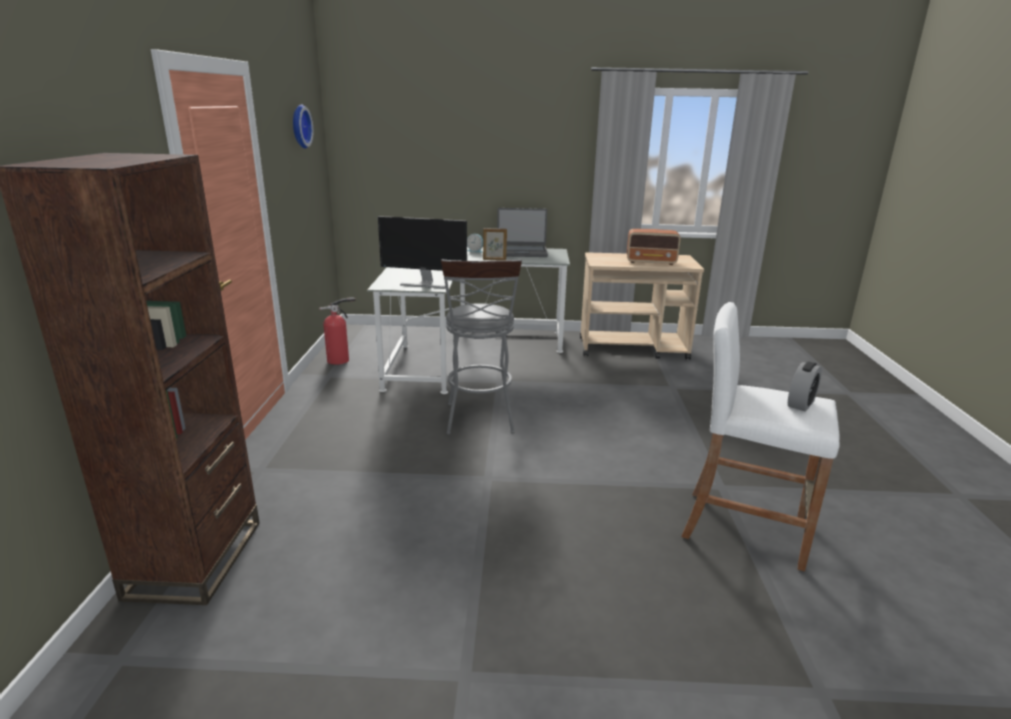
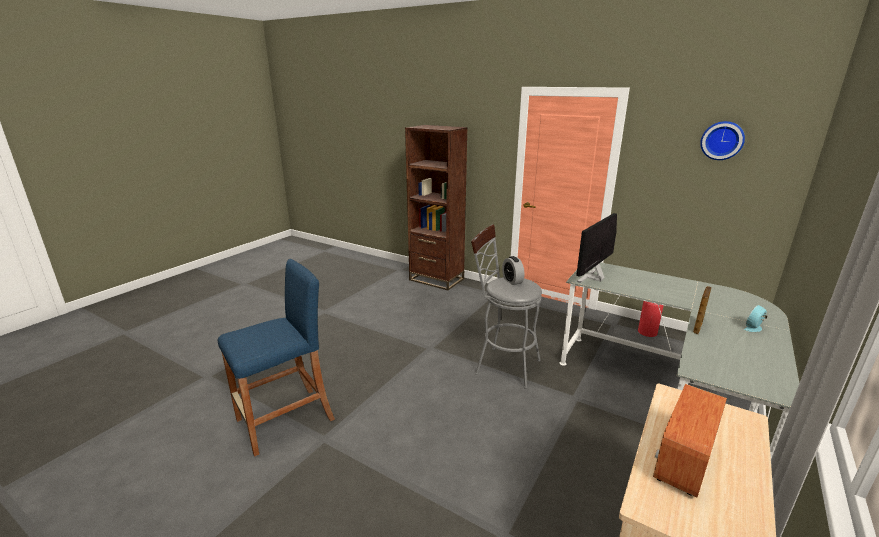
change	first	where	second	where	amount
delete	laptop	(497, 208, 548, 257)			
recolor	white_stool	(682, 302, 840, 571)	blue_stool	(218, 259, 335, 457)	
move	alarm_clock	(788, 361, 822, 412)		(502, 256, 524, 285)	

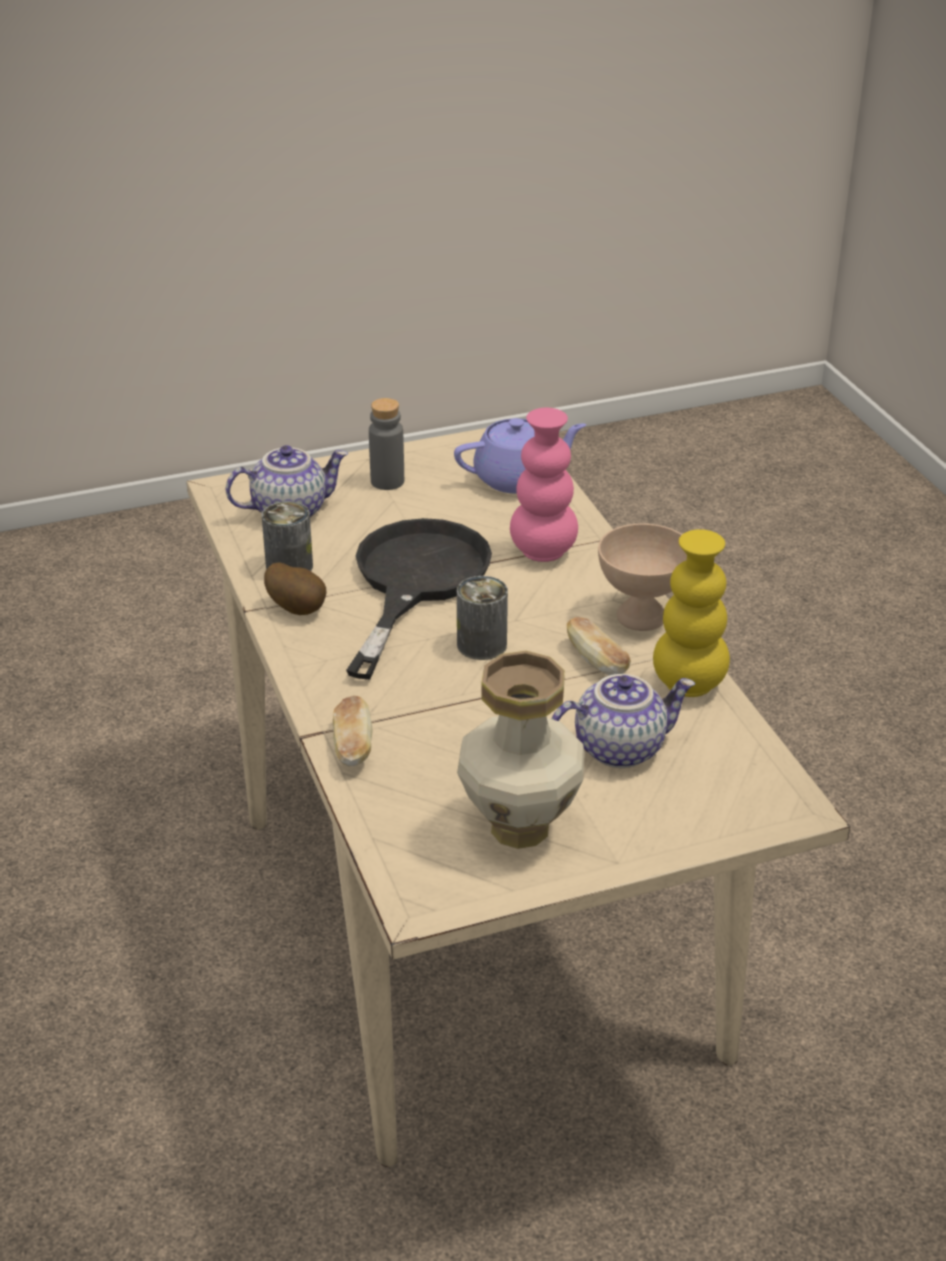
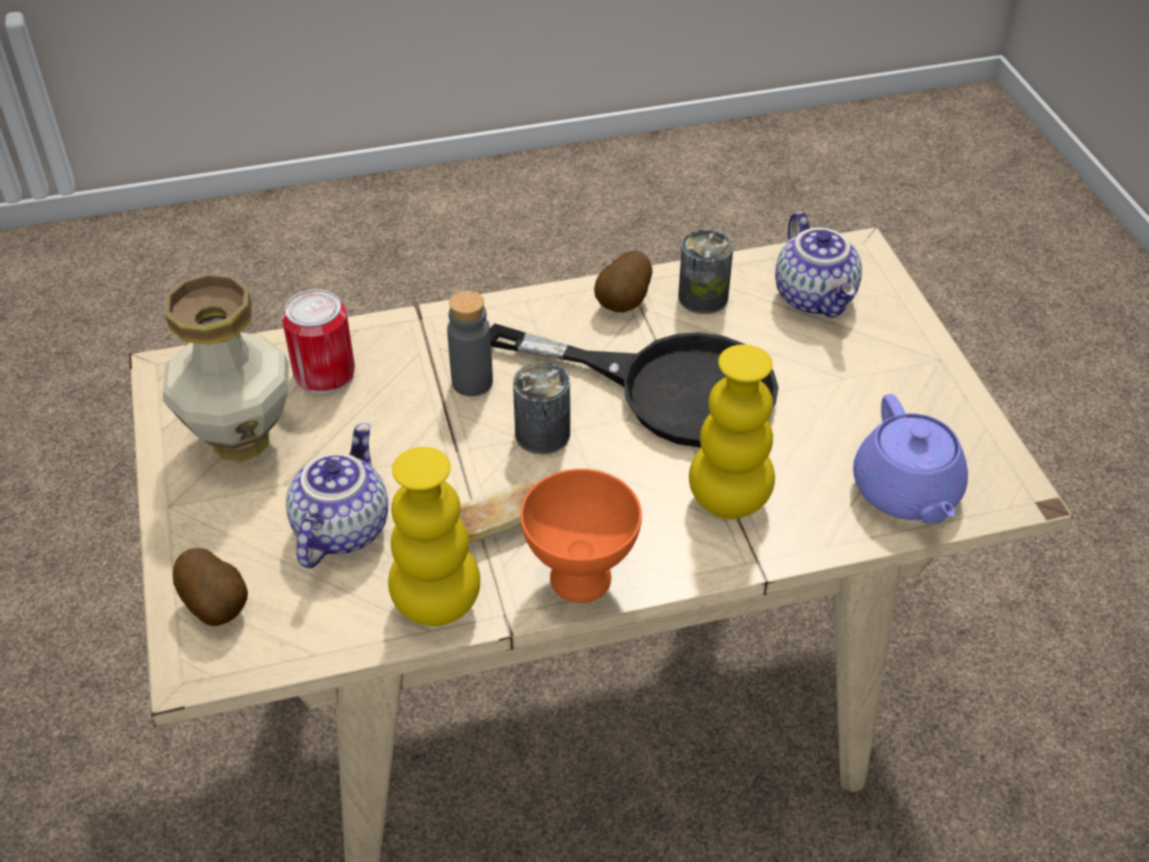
change	first	where	second	where	amount
move	grey_bottle	(369, 398, 404, 490)		(447, 291, 493, 396)	
recolor	pink_vase	(510, 408, 578, 562)	yellow_vase	(689, 345, 775, 519)	
recolor	beige_bowl	(598, 523, 687, 631)	orange_bowl	(520, 469, 642, 603)	
rotate	teapot	(551, 674, 695, 768)		(286, 423, 388, 568)	150 degrees counterclockwise
delete	bread	(333, 696, 372, 766)			
insert			can	(282, 289, 355, 394)	
insert			potato	(173, 548, 248, 626)	

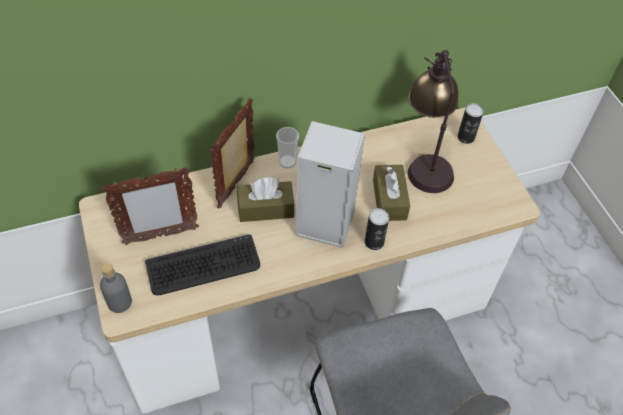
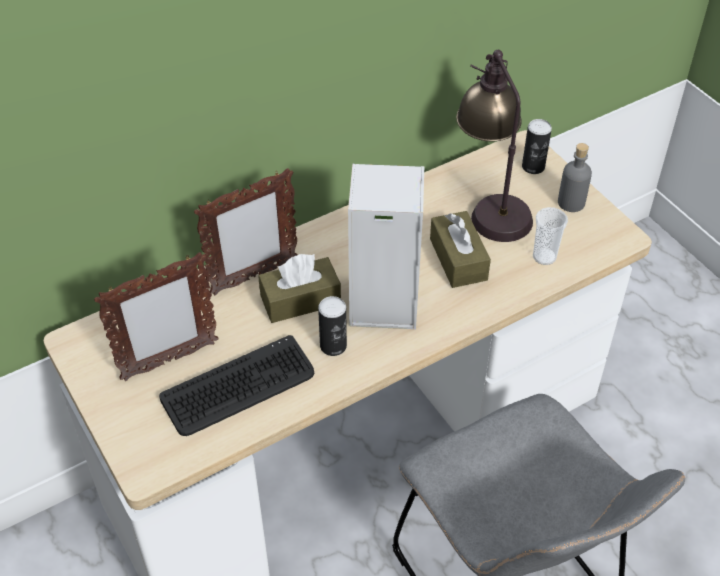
change	first	where	second	where	amount
rotate	picture_frame	(210, 99, 255, 208)		(194, 168, 298, 295)	135 degrees counterclockwise
move	cup	(276, 127, 300, 168)		(533, 207, 568, 265)	
move	can	(365, 208, 389, 250)		(318, 296, 347, 356)	
move	grey_bottle	(100, 263, 132, 313)		(558, 143, 592, 212)	

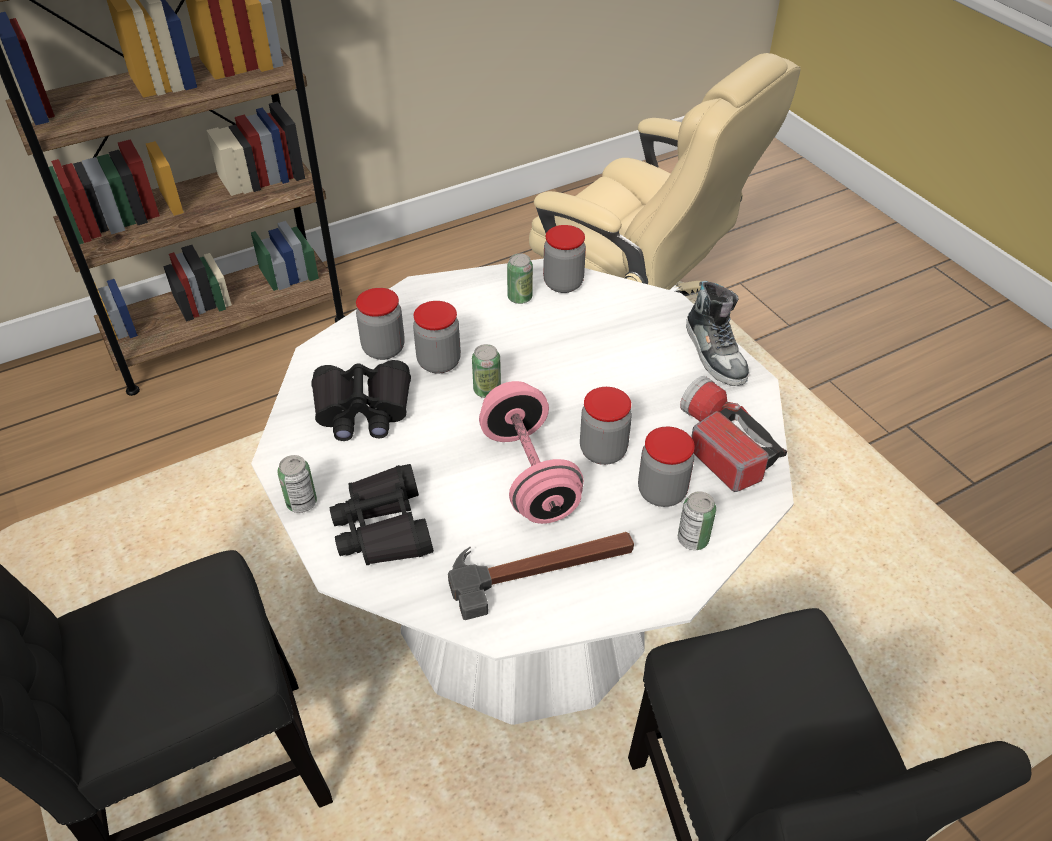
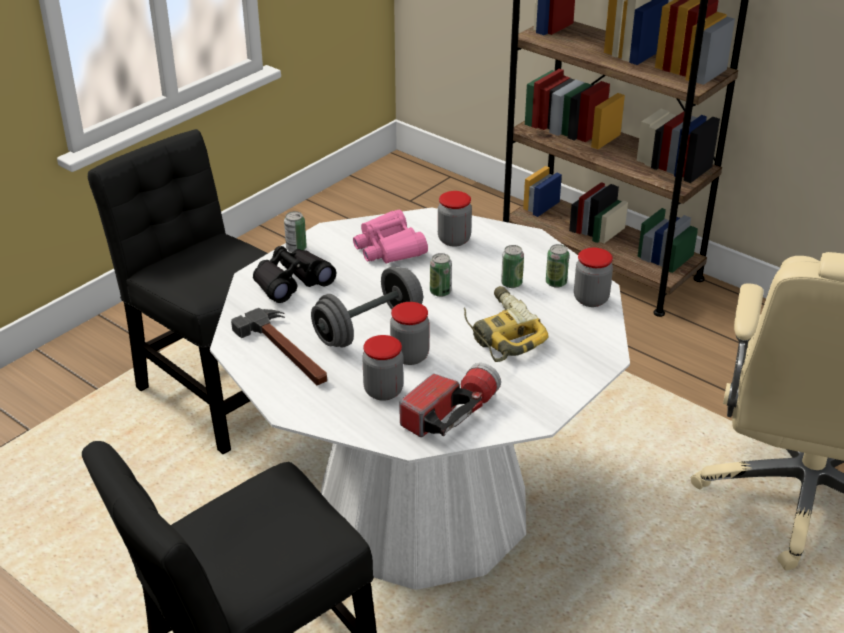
change	first	where	second	where	amount
delete	shoe	(686, 281, 749, 386)			
delete	jar	(413, 301, 461, 374)			
recolor	black_binoculars	(312, 360, 411, 441)	pink_binoculars	(353, 210, 428, 264)	
recolor	pink_dumbbell	(479, 381, 584, 524)	grey_dumbbell	(311, 267, 423, 347)	
move	can	(678, 491, 716, 550)		(501, 245, 524, 288)	
insert			power_drill	(464, 286, 549, 362)	

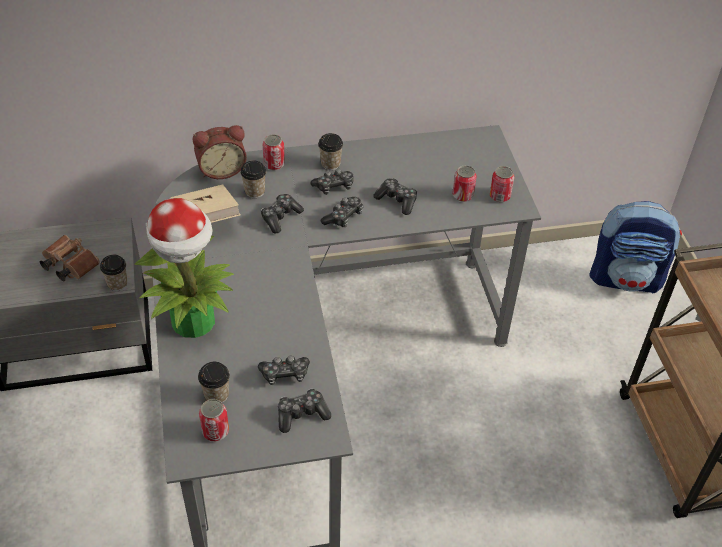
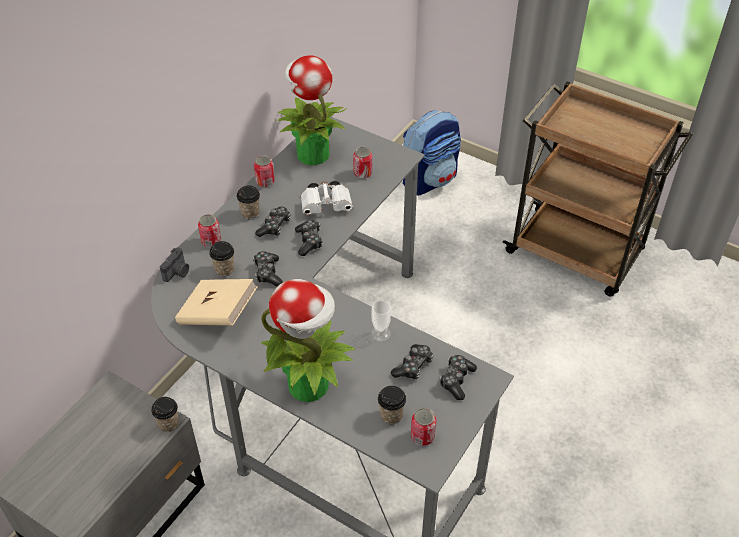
change	first	where	second	where	amount
replace	alarm_clock	(193, 125, 247, 179)	photo_camera	(160, 247, 189, 282)	
move	can	(490, 166, 514, 202)		(254, 155, 275, 187)	
replace	game_controller	(374, 178, 417, 215)	white_binoculars	(301, 181, 353, 215)	
delete	brown_binoculars	(40, 235, 100, 282)			
insert			potted_plant	(277, 55, 347, 165)	
insert			cup	(371, 300, 391, 342)	

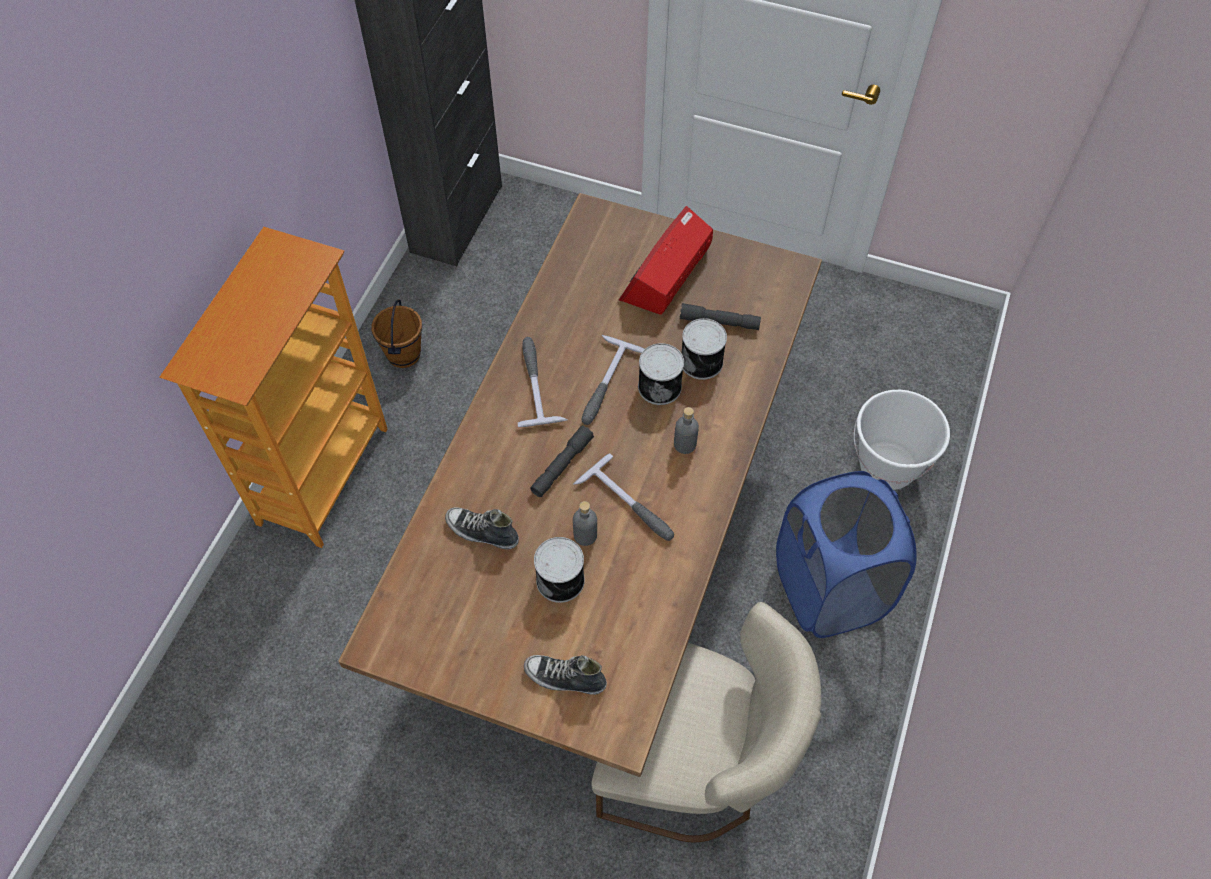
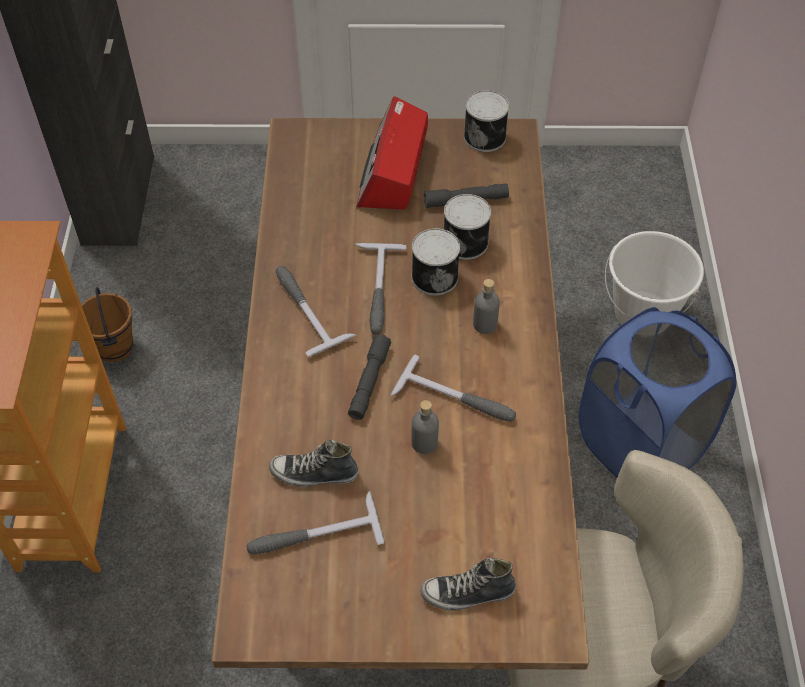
change	first	where	second	where	amount
move	can	(534, 537, 585, 603)		(464, 90, 509, 152)	
insert			hammer	(247, 490, 384, 554)	

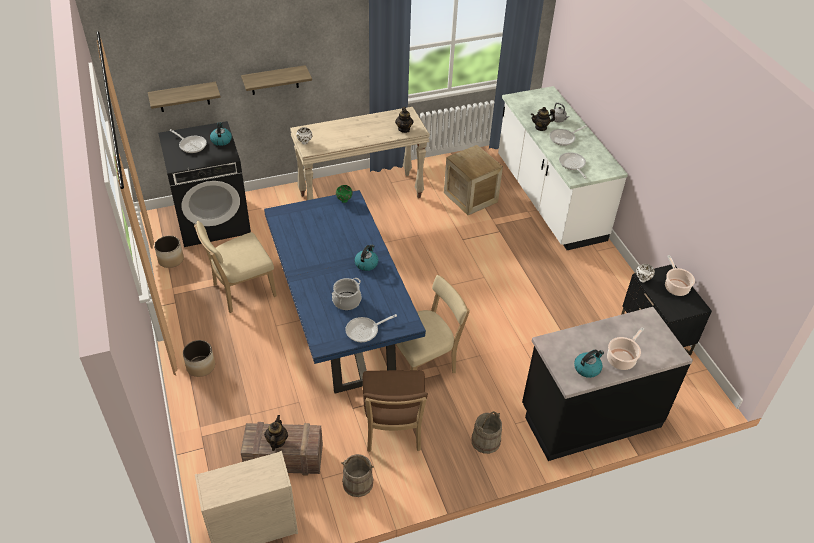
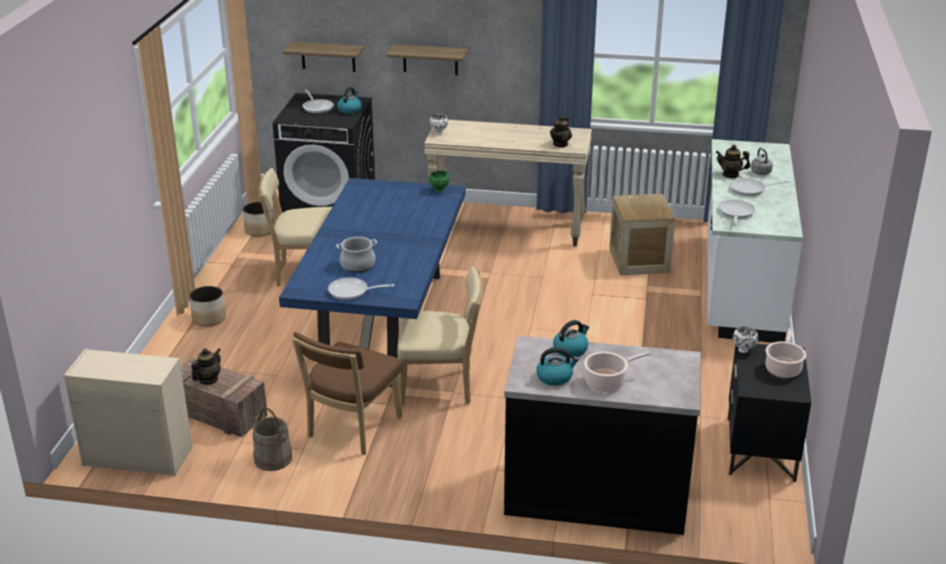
change	first	where	second	where	amount
move	kettle	(354, 245, 378, 271)		(553, 320, 589, 357)	
delete	beige_bucket	(471, 411, 502, 454)			

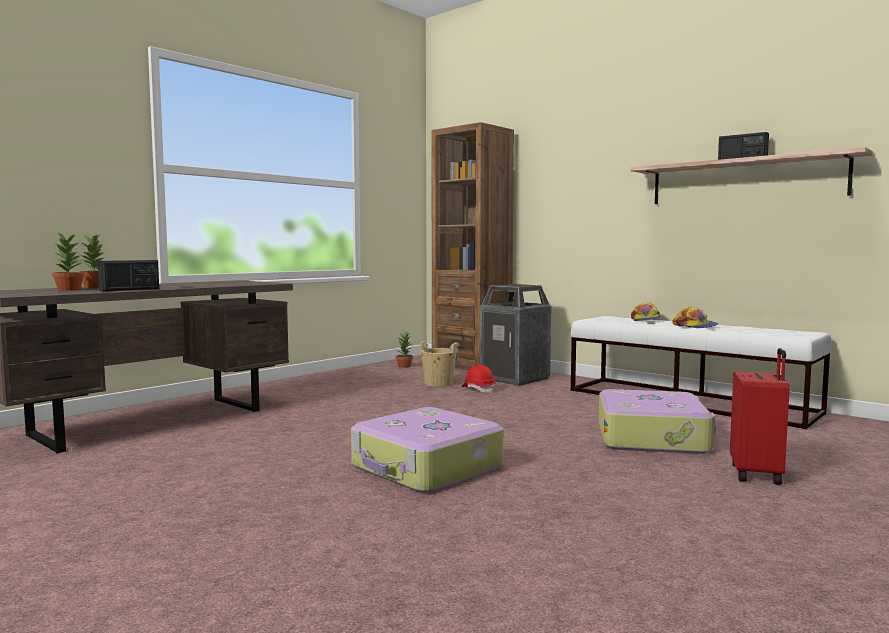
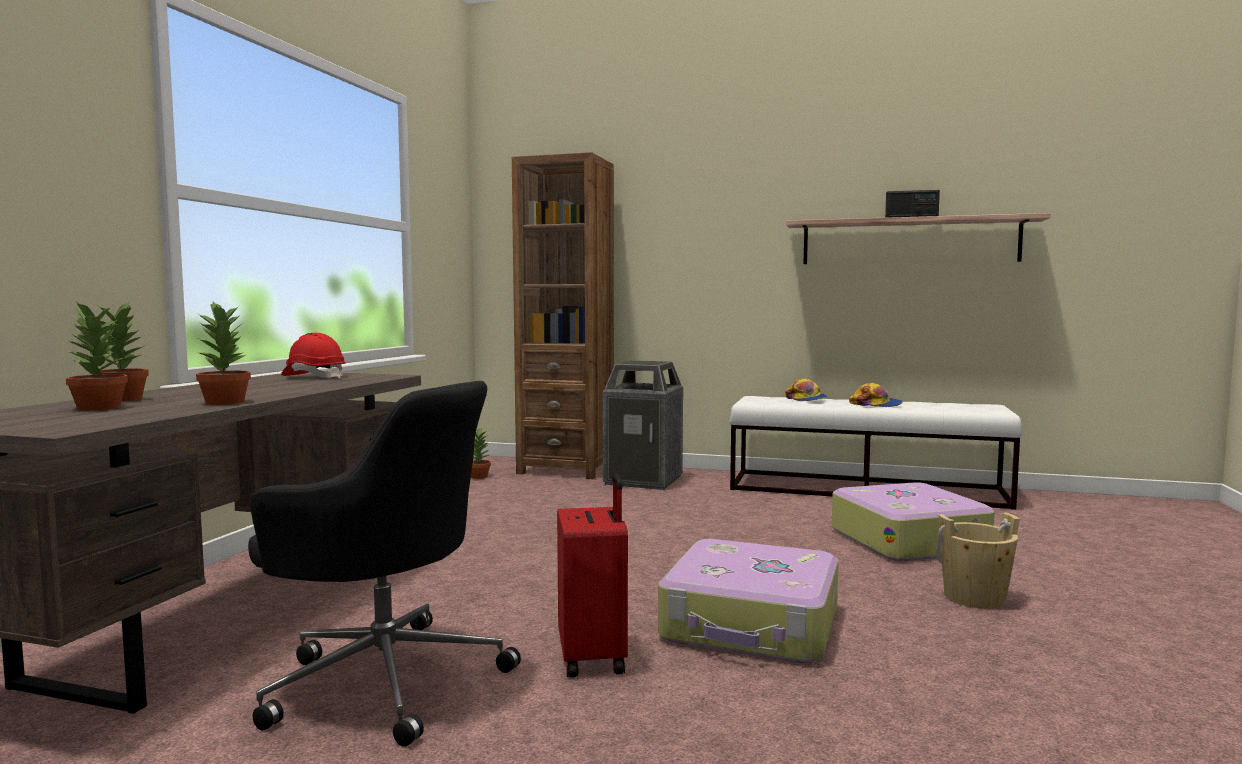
change	first	where	second	where	amount
replace	radio	(98, 260, 159, 291)	potted_plant	(195, 302, 251, 405)	
move	beige_bucket	(420, 341, 458, 387)		(936, 512, 1020, 609)	
move	red_suitcase	(730, 348, 790, 485)		(557, 473, 628, 678)	
move	red_hard_hat	(461, 365, 496, 393)		(281, 333, 346, 379)	
insert			black_office_chair	(248, 381, 521, 747)	

